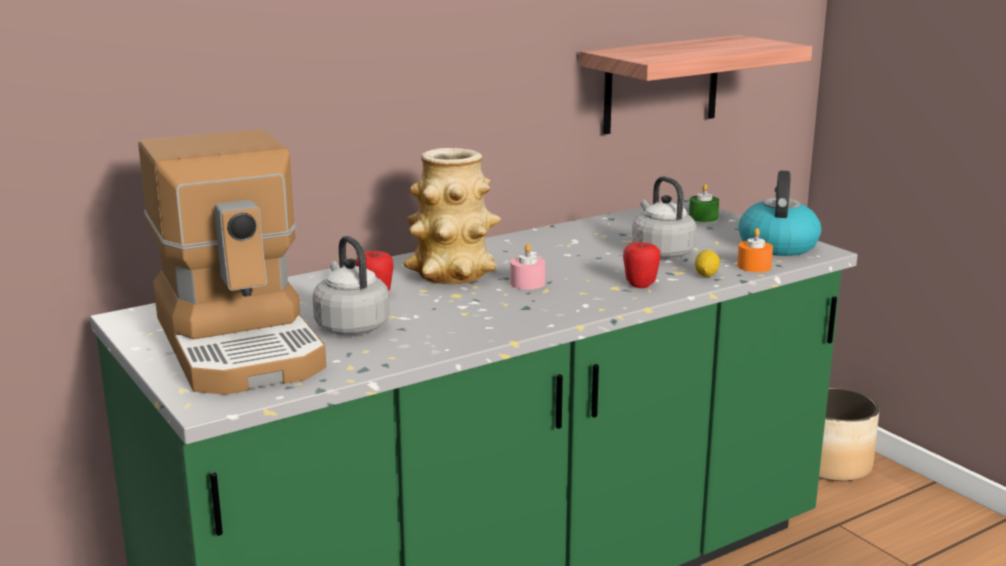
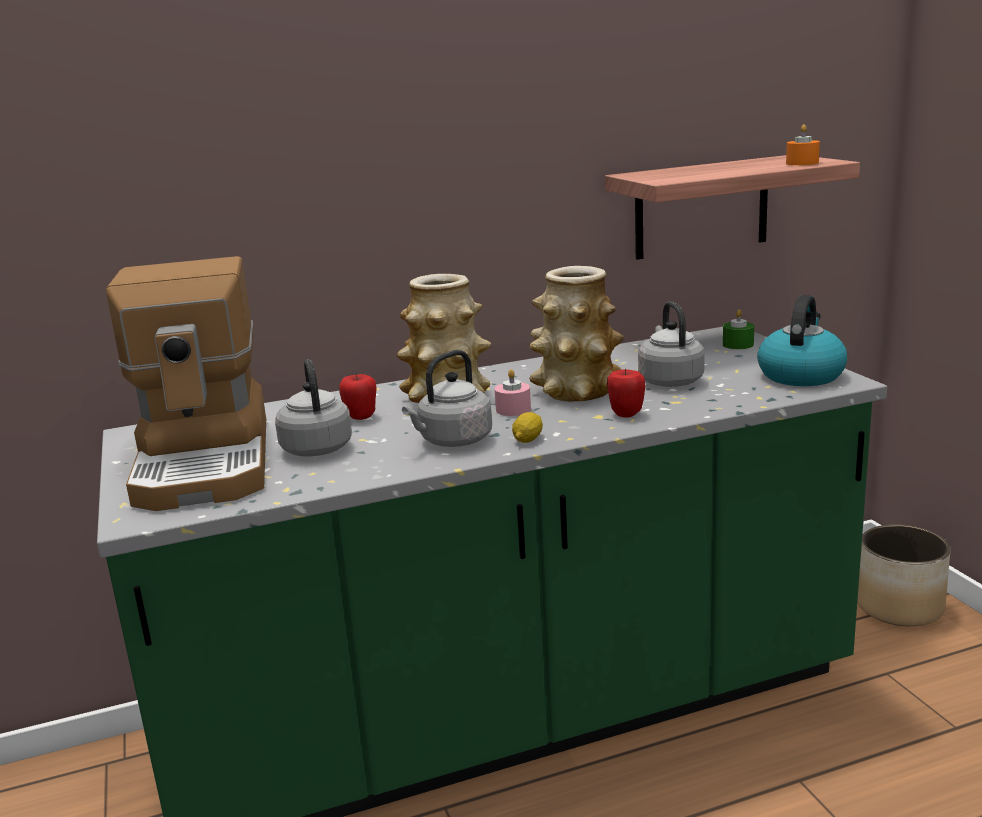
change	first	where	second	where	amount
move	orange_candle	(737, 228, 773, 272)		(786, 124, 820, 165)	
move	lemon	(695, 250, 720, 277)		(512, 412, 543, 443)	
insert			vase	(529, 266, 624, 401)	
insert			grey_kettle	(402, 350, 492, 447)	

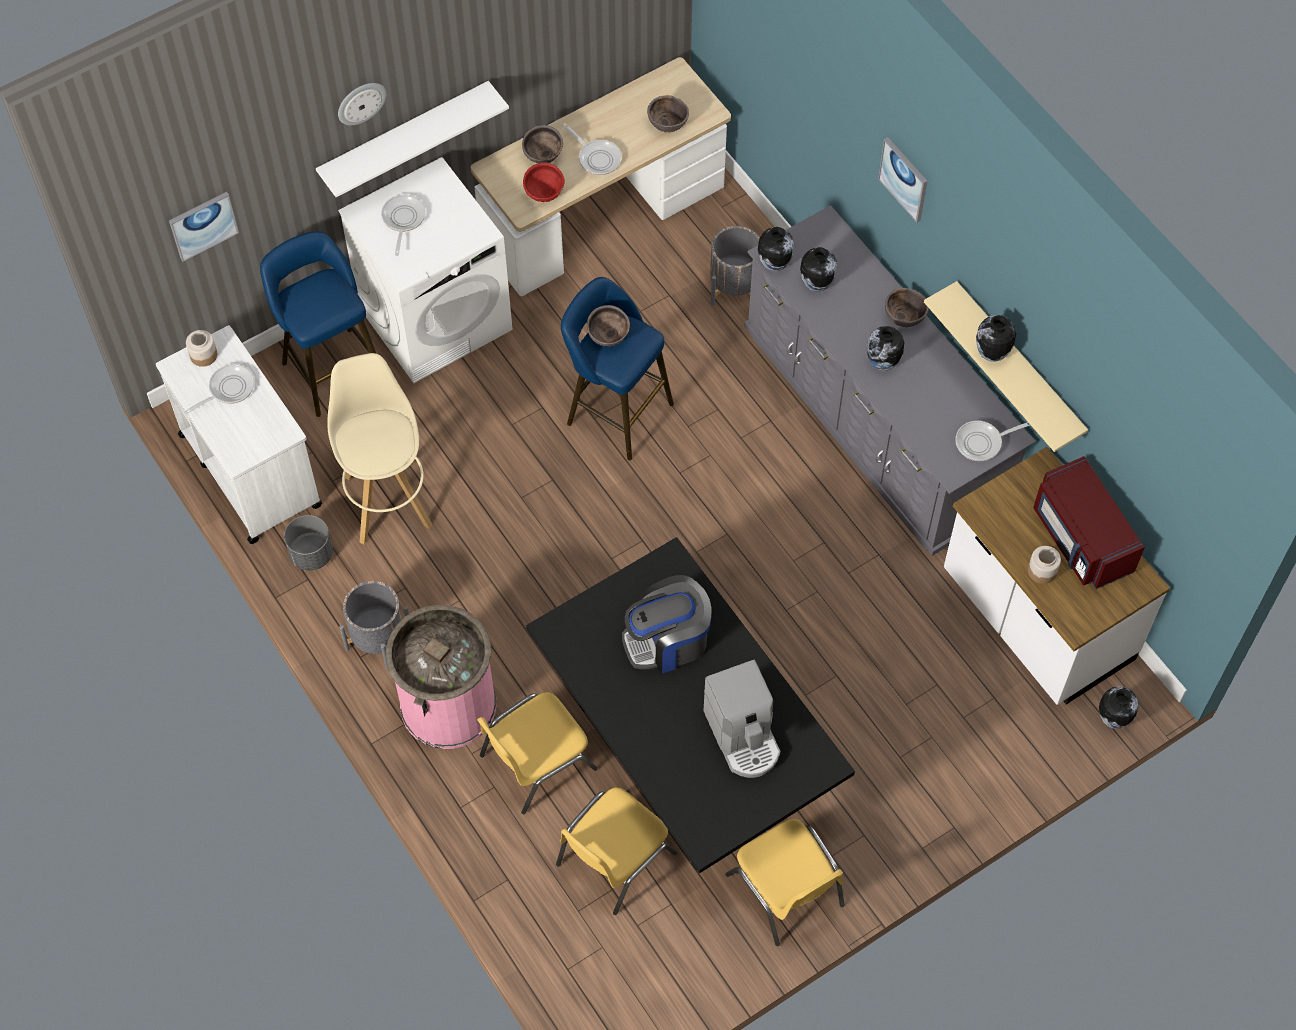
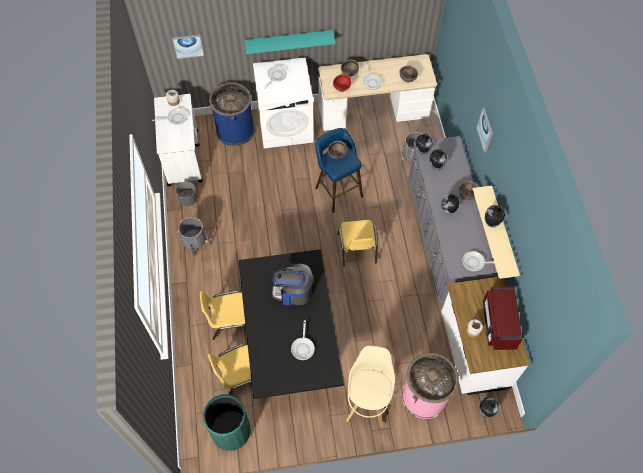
change	first	where	second	where	amount
recolor	white_shelf	(316, 81, 509, 197)	turquoise_shelf	(244, 30, 336, 54)	
delete	wall_clock	(338, 83, 386, 125)			
replace	blue_stool	(260, 231, 377, 417)	blue_trash_can	(209, 83, 254, 146)	
move	beige_stool	(328, 353, 432, 545)		(346, 345, 395, 428)	
move	pink_trash_can	(386, 605, 496, 749)		(402, 353, 459, 419)	
replace	coffee_machine	(704, 660, 780, 778)	frying_pan	(291, 320, 315, 360)	
move	yellow_chair	(725, 819, 845, 946)		(337, 220, 378, 267)	
insert			green_trash_can	(203, 394, 251, 451)	

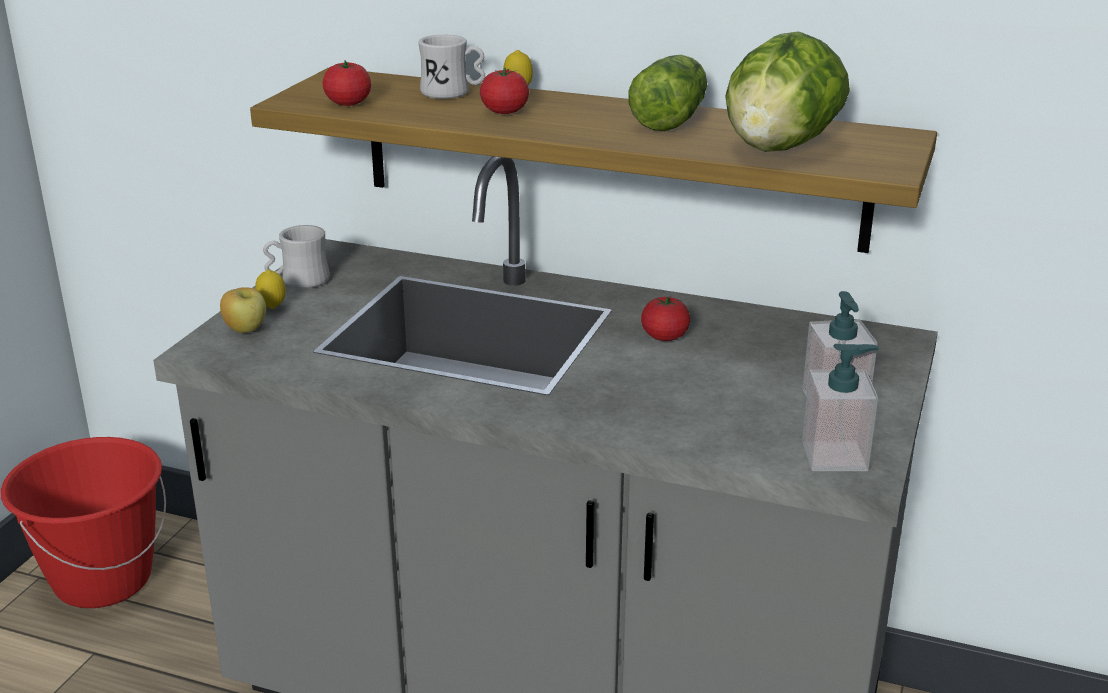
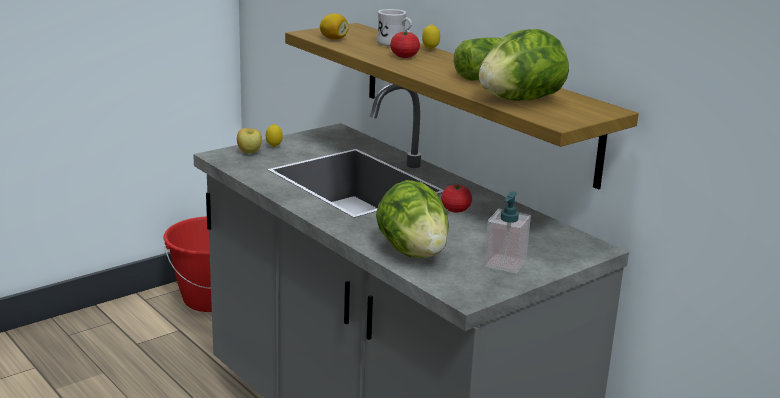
change	first	where	second	where	amount
replace	tomato	(323, 60, 372, 106)	lemon	(320, 14, 349, 40)	
delete	white_mug	(263, 225, 329, 288)			
delete	soap_dispenser	(802, 344, 879, 471)			
insert			lettuce	(376, 180, 449, 258)	

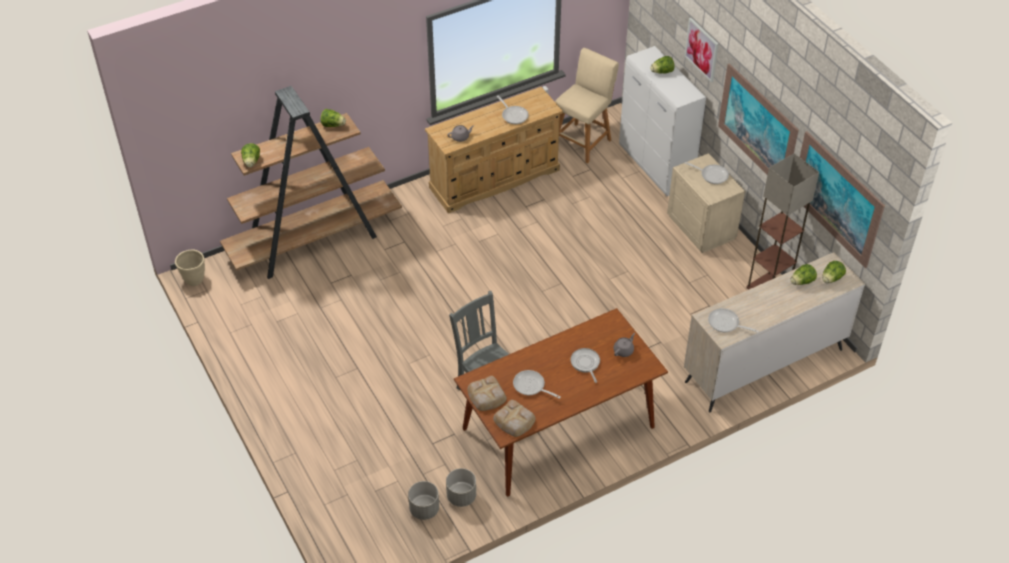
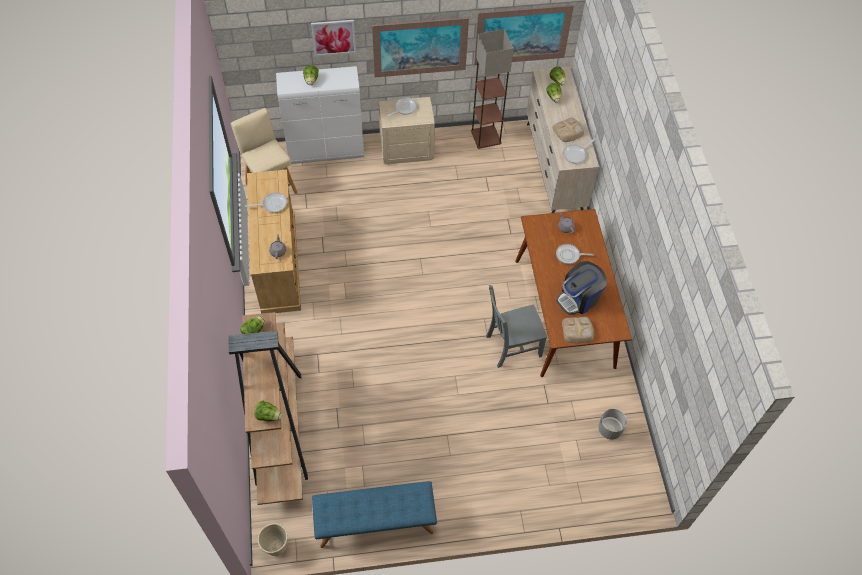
change	first	where	second	where	amount
replace	frying_pan	(513, 370, 561, 399)	coffee_machine	(556, 261, 607, 315)	
move	bread	(493, 400, 535, 437)		(553, 118, 584, 142)	
delete	grey_planter	(446, 468, 476, 507)			
insert			blue_bench	(312, 481, 437, 548)	

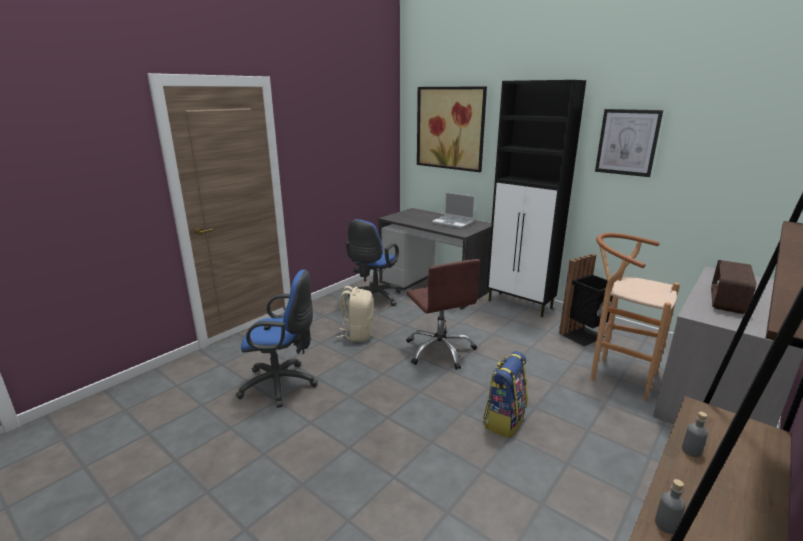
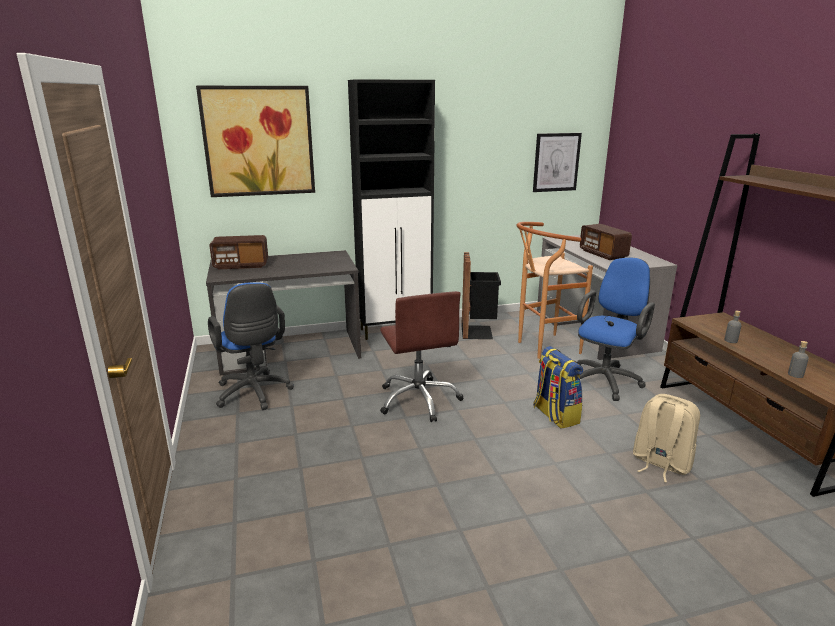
change	first	where	second	where	amount
move	picture	(595, 109, 663, 177)		(533, 133, 582, 192)	
delete	laptop	(432, 192, 475, 228)			
rotate	brown_office_chair	(406, 259, 480, 370)		(380, 291, 463, 422)	60 degrees clockwise
move	blue_office_chair	(236, 270, 318, 408)		(577, 258, 655, 401)	
move	beige_backpack	(336, 286, 373, 342)		(633, 394, 700, 483)	
insert			radio	(209, 235, 268, 269)	

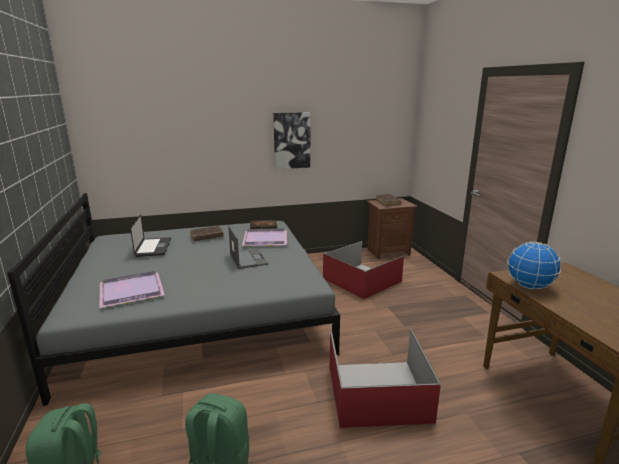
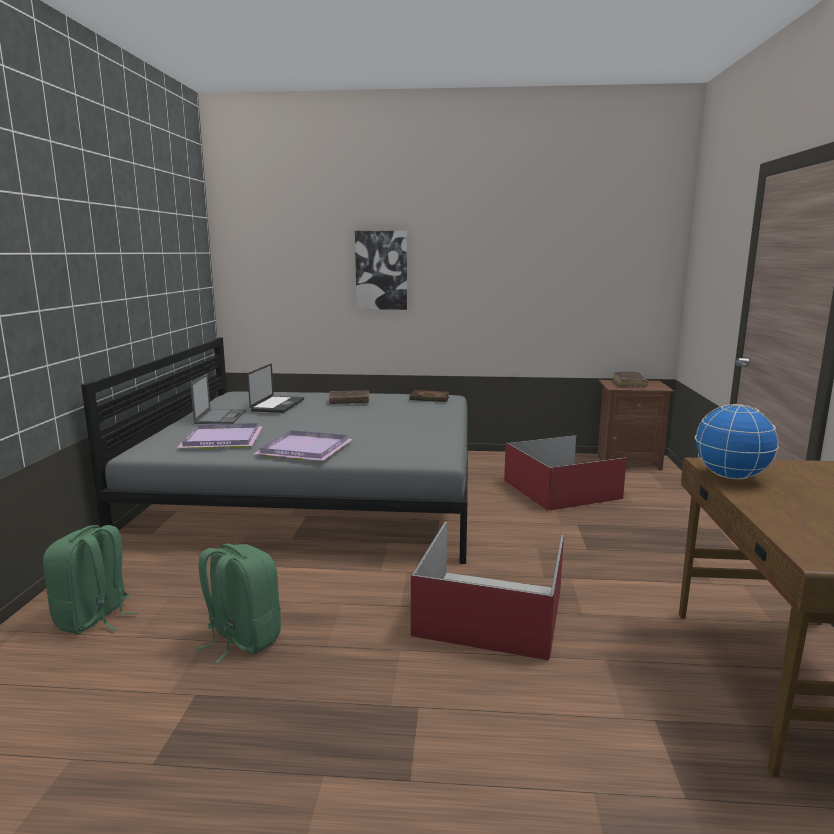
change	first	where	second	where	amount
move	picture	(273, 112, 310, 169)		(355, 231, 407, 310)	
move	laptop	(228, 226, 269, 269)		(190, 374, 246, 424)	
move	purple_tray	(242, 228, 287, 247)		(254, 430, 353, 461)	

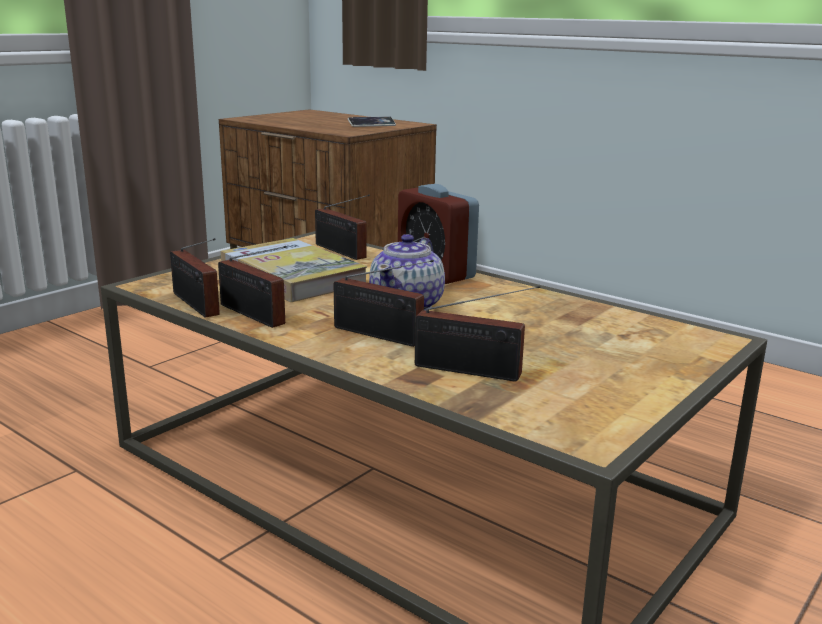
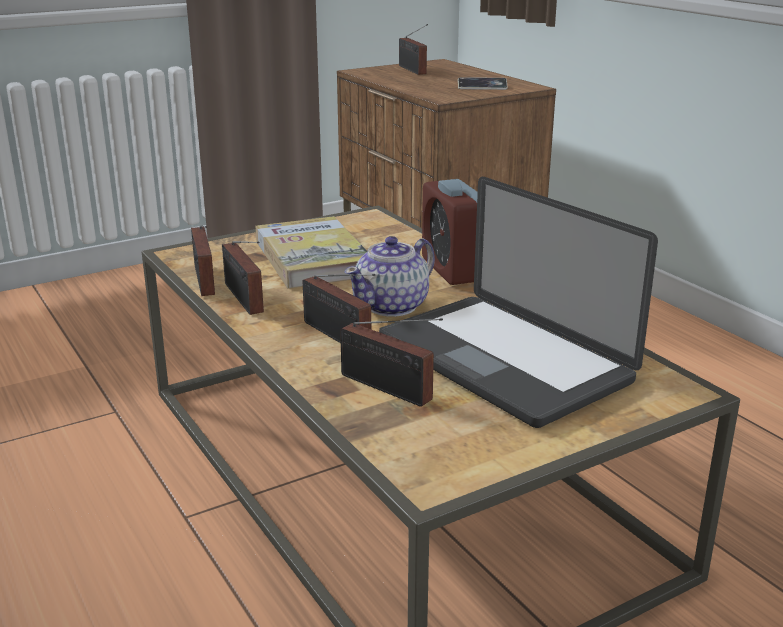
change	first	where	second	where	amount
move	radio	(315, 195, 370, 260)		(399, 24, 428, 75)	
insert			laptop	(379, 177, 658, 428)	

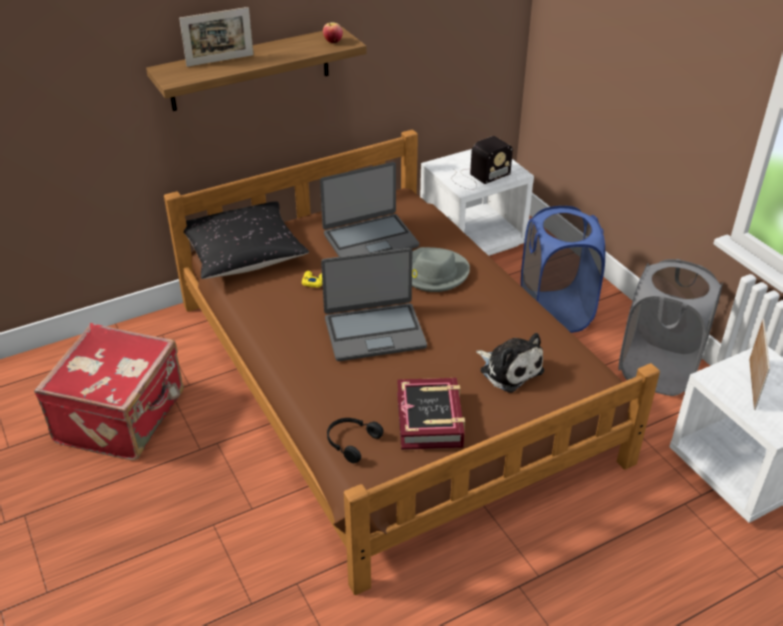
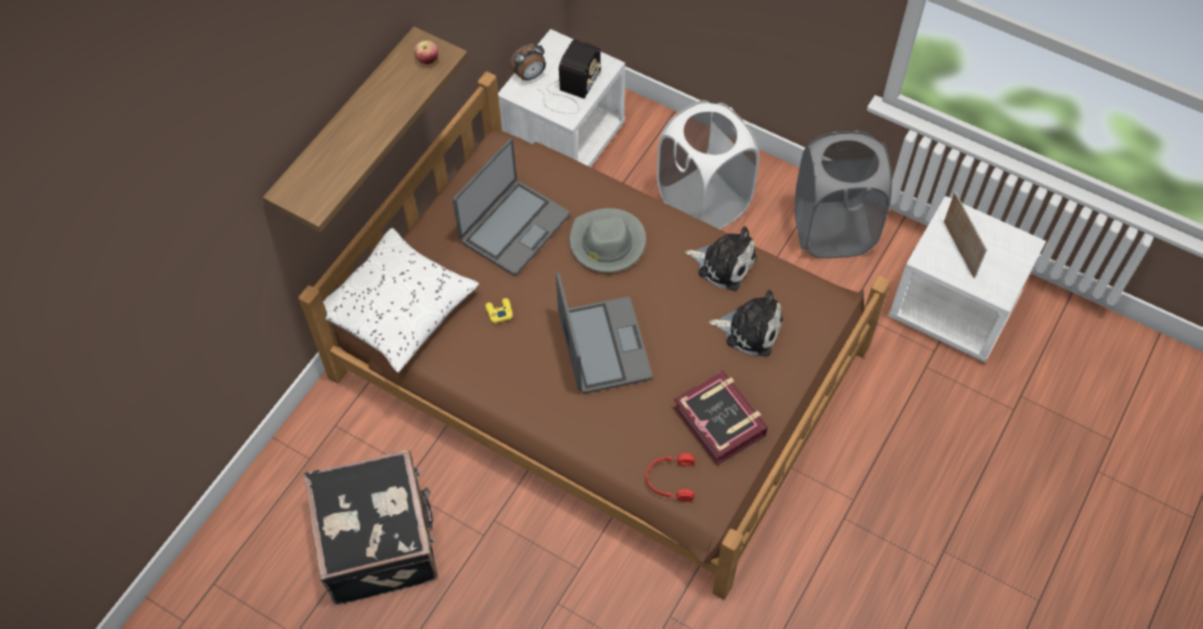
change	first	where	second	where	amount
delete	picture_frame	(179, 7, 254, 67)			
recolor	black_pillow	(184, 201, 309, 279)	white_pillow	(323, 228, 479, 373)	
recolor	blue_laundry_basket	(521, 206, 605, 333)	white_laundry_basket	(657, 100, 759, 230)	
rotate	laptop	(321, 248, 427, 361)		(556, 273, 652, 394)	60 degrees counterclockwise
recolor	red_suitcase	(34, 323, 184, 461)	black_suitcase	(304, 449, 438, 605)	
recolor	black_headphones	(327, 418, 384, 463)	red_headphones	(646, 453, 695, 502)	
insert			alarm_clock	(509, 43, 546, 81)	
insert			plush_toy	(685, 226, 757, 291)	

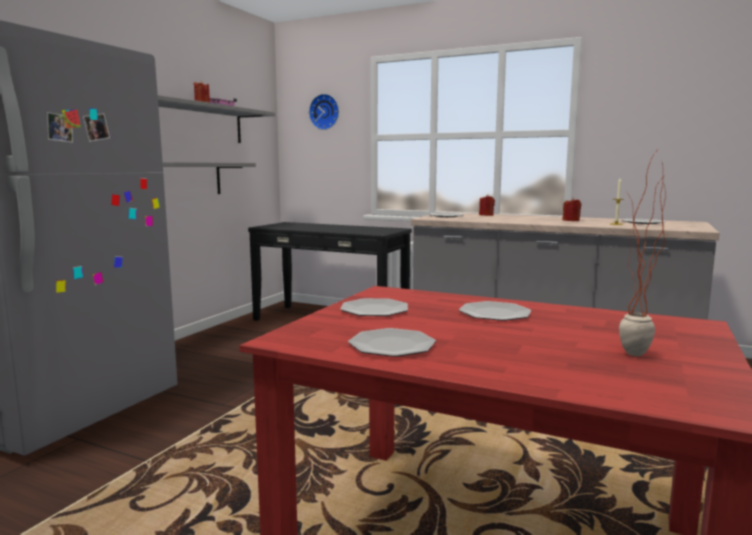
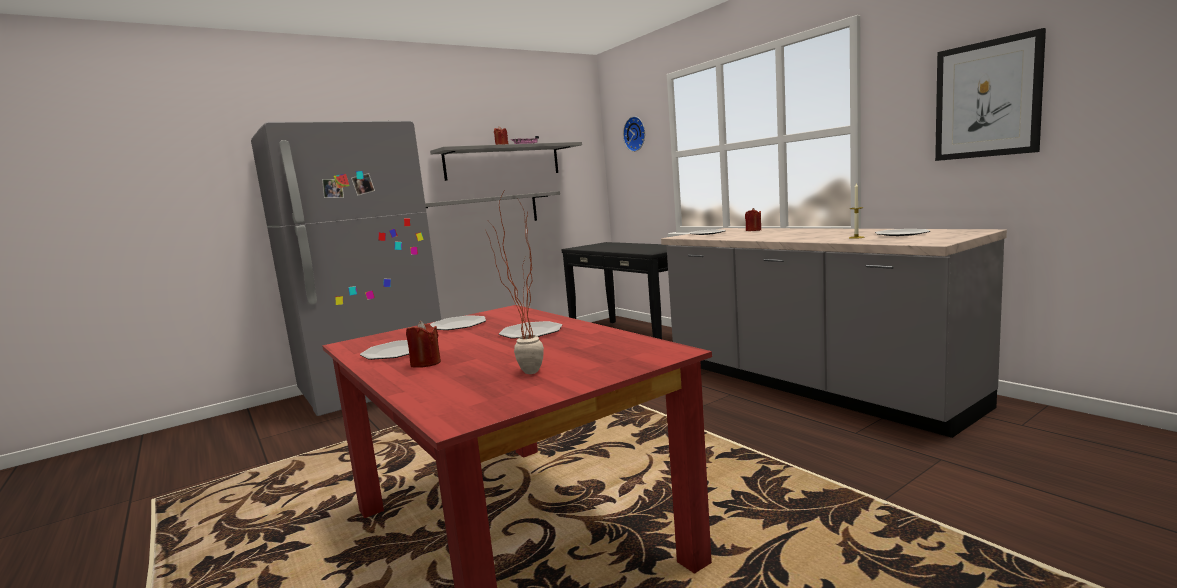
change	first	where	second	where	amount
move	red_candle	(562, 198, 582, 221)		(406, 321, 441, 368)	
insert			picture	(935, 28, 1046, 161)	

